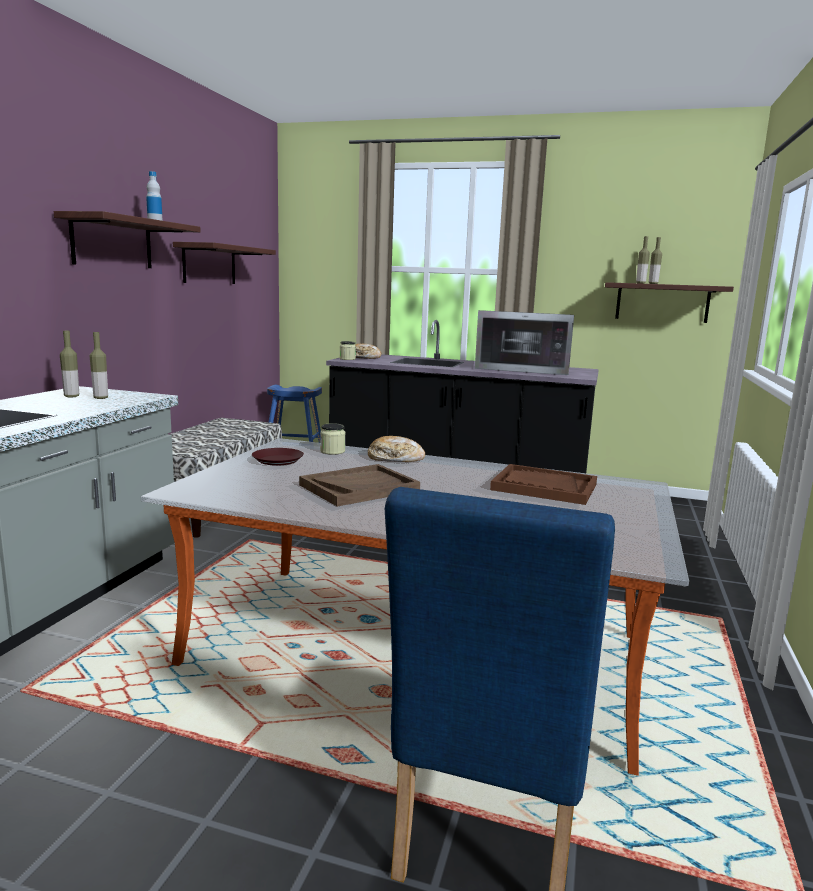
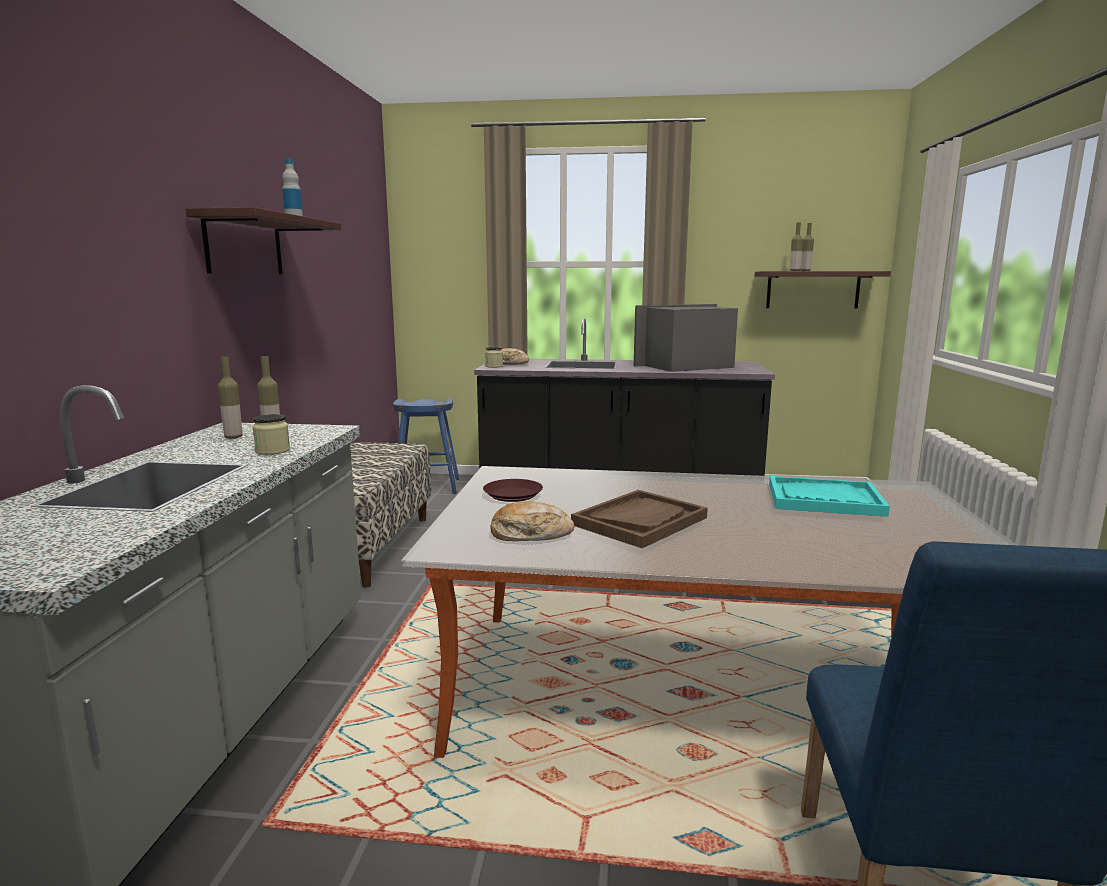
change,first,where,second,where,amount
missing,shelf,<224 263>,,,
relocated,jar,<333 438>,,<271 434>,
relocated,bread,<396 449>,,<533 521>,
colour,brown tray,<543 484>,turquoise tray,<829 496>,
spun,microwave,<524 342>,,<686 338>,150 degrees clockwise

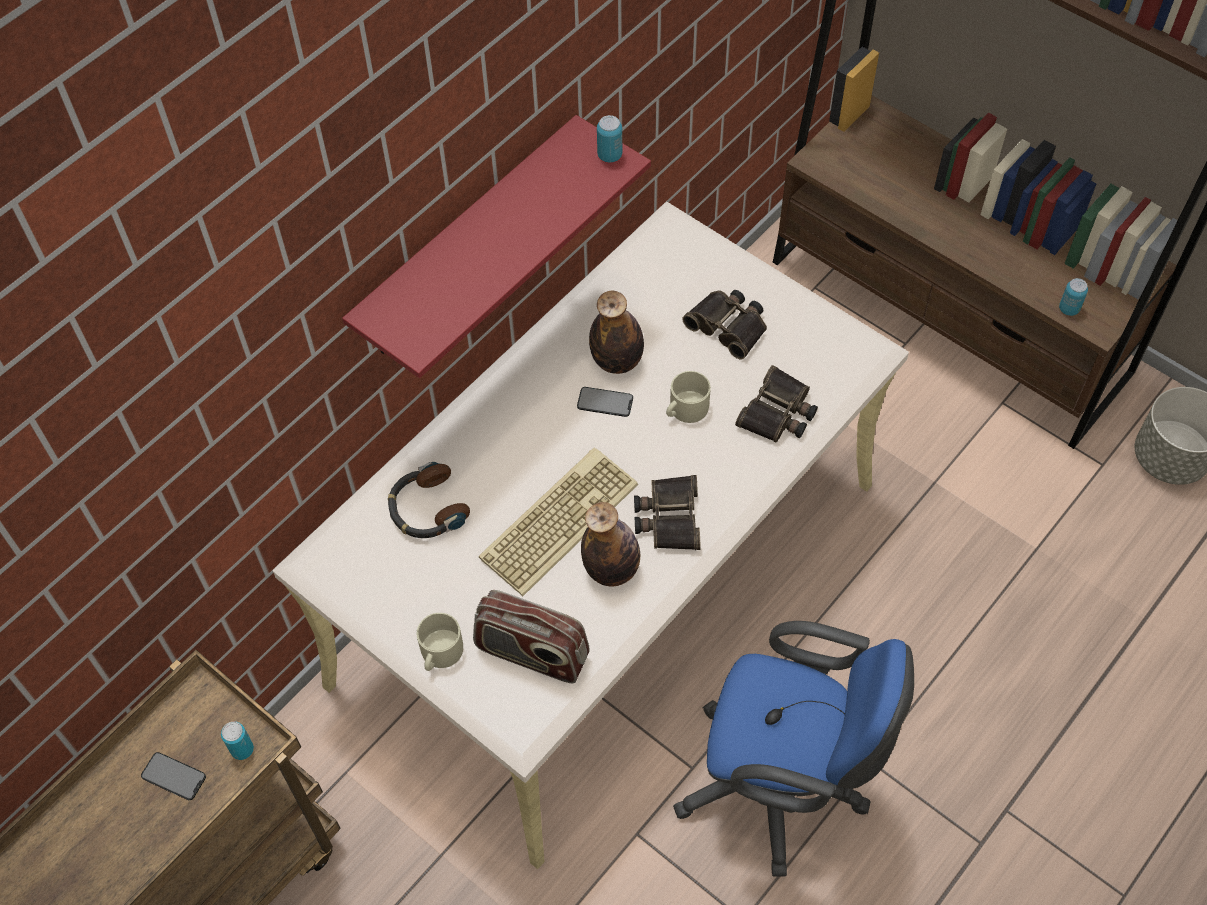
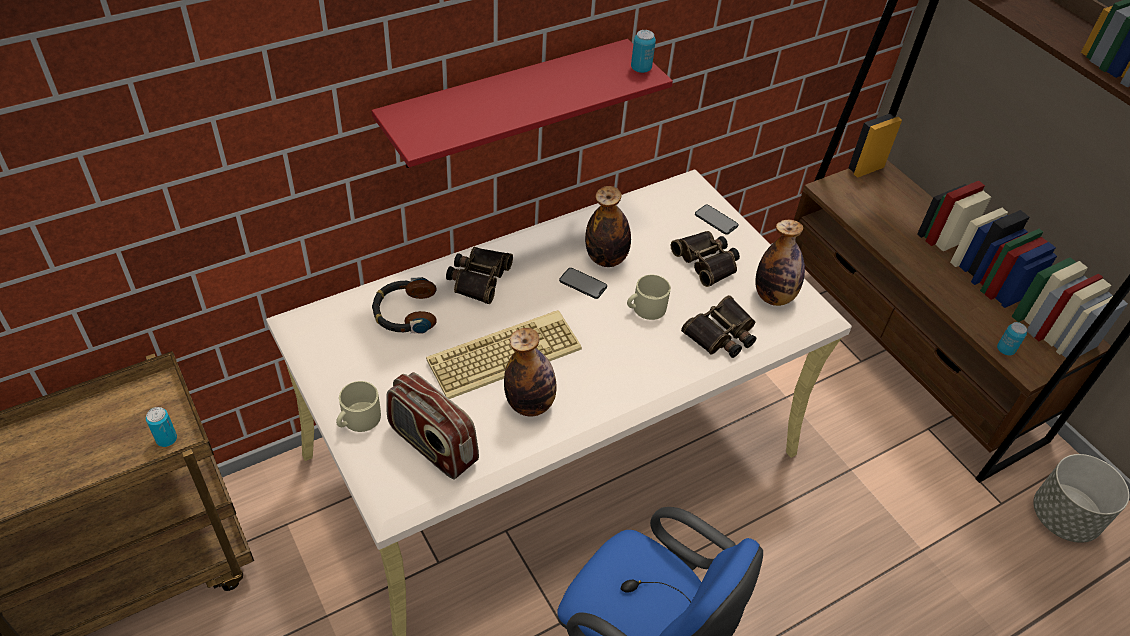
change,first,where,second,where,amount
appeared,,,bottle,<780 263>,
relocated,phone,<173 776>,,<717 220>,
relocated,binoculars,<667 512>,,<479 275>,

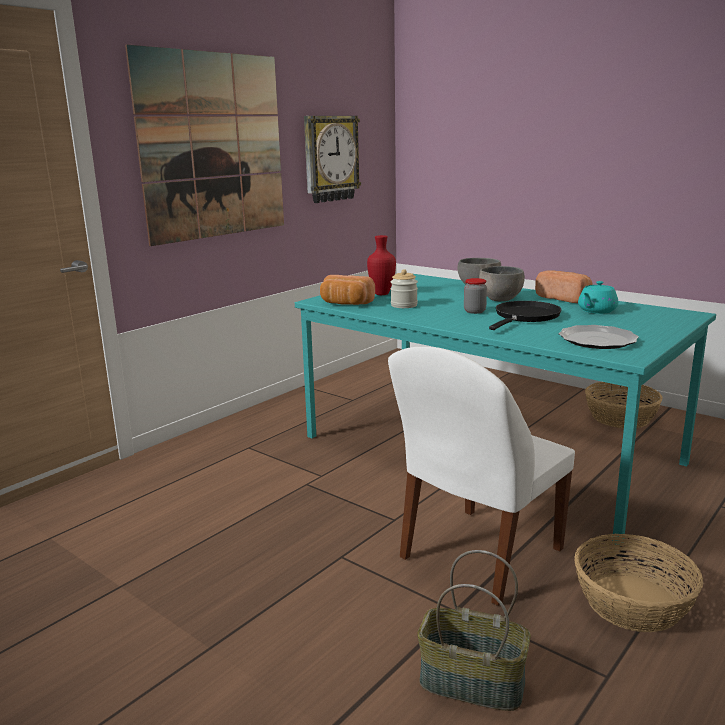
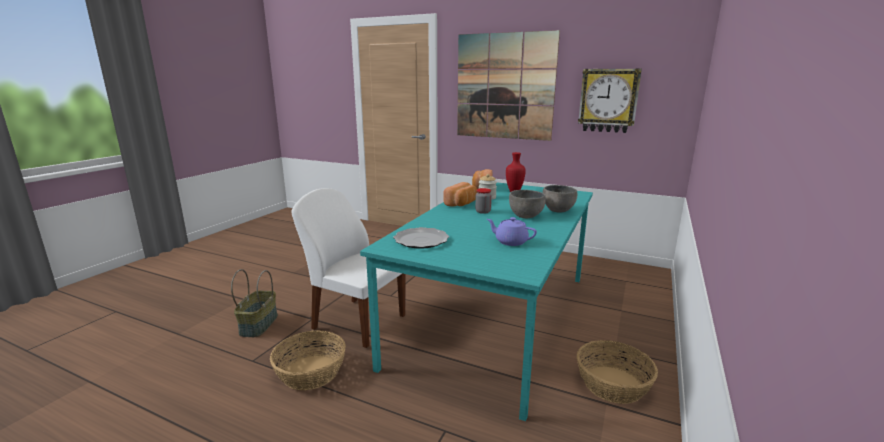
change,first,where,second,where,amount
missing,black frying pan,<525 315>,,,
relocated,bread,<564 286>,,<460 194>,
colour,turquoise teapot,<598 297>,purple teapot,<512 231>,

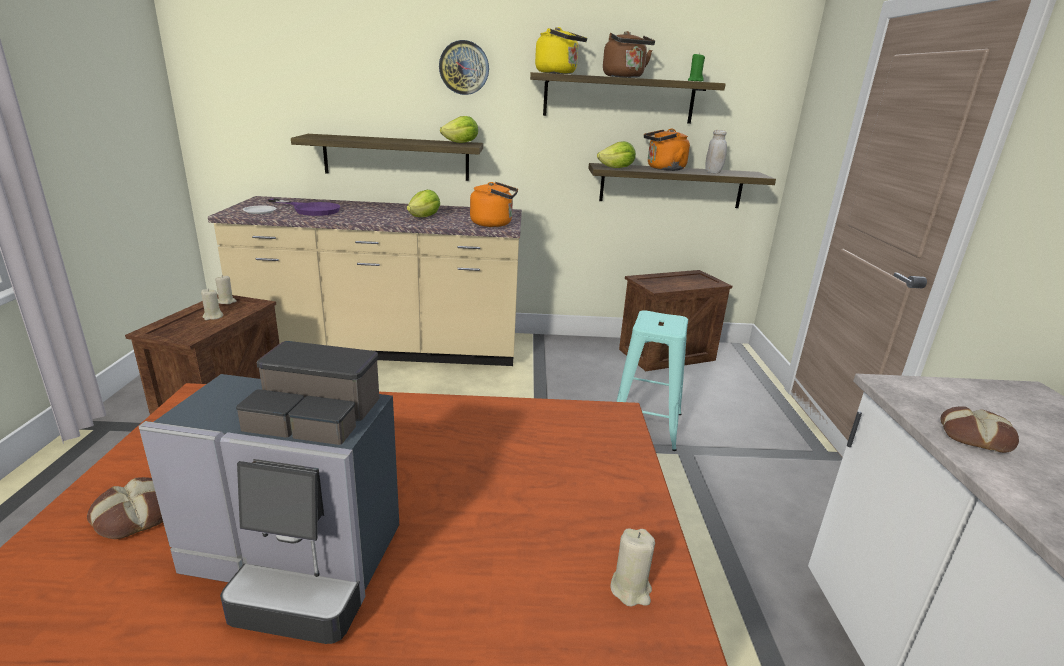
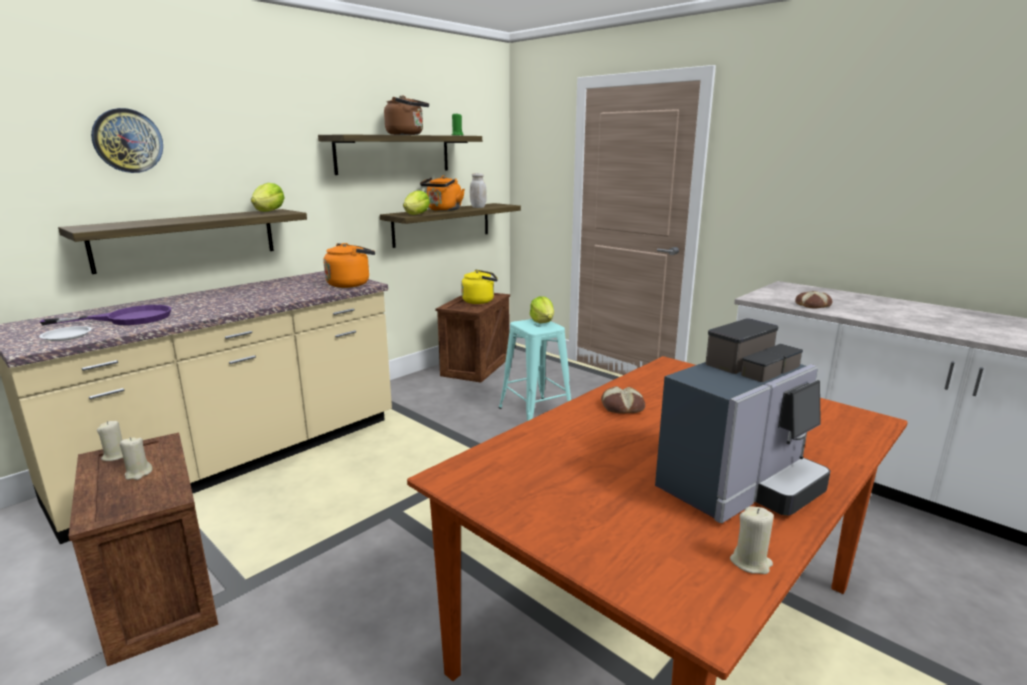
change,first,where,second,where,amount
relocated,bread,<125 508>,,<623 400>,
relocated,lettuce,<423 203>,,<542 309>,
relocated,wall clock,<464 67>,,<127 140>,
relocated,yellow kettle,<561 50>,,<479 287>,
relocated,beige candle,<632 567>,,<752 540>,

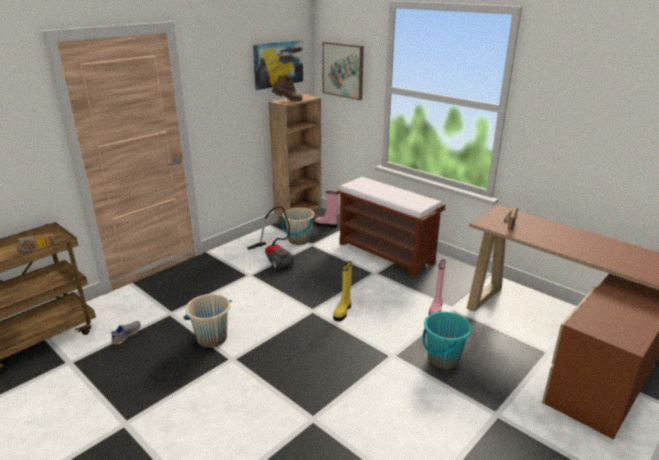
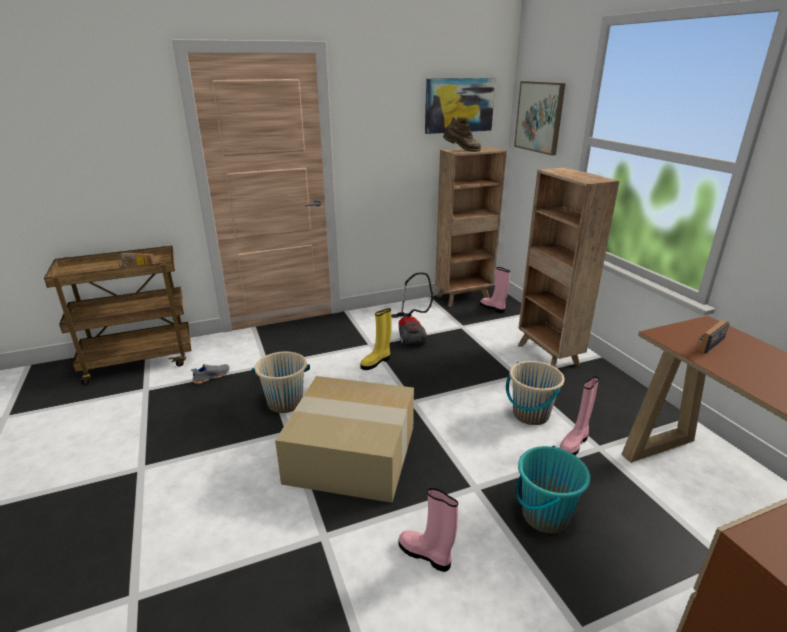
change,first,where,second,where,amount
appeared,,,cardboard box,<344 439>,
appeared,,,pink boot,<428 530>,
relocated,beige bucket,<298 226>,,<535 393>,
relocated,yellow boot,<342 291>,,<376 339>,
exchanged,brown bench,<391 226>,brown bookcase,<568 267>,

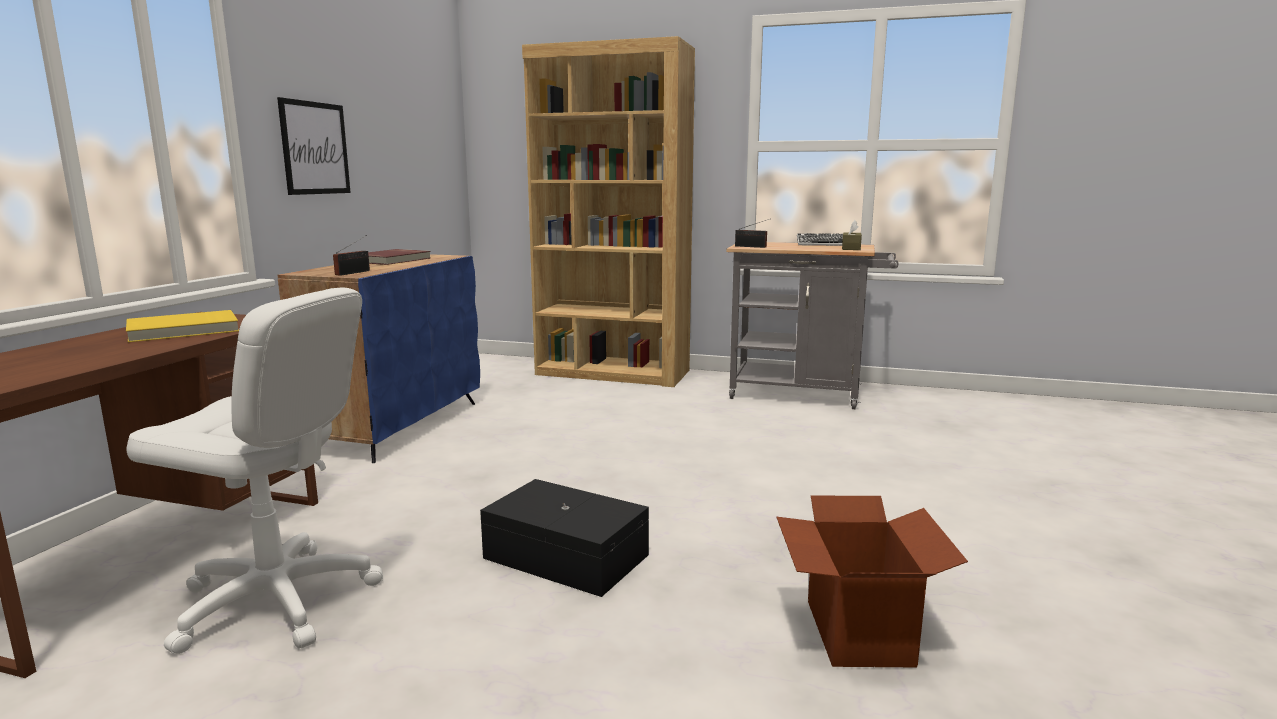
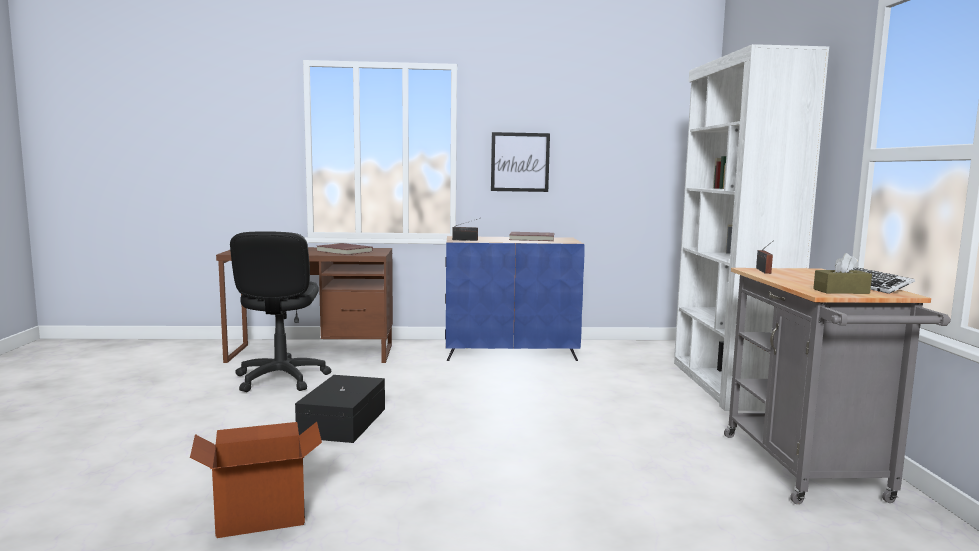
change,first,where,second,where,amount
colour,yellow book,<182 326>,red book,<345 249>,
colour,white office chair,<255 470>,black office chair,<280 311>,
colour,brown bookcase,<608 211>,white bookcase,<751 227>,

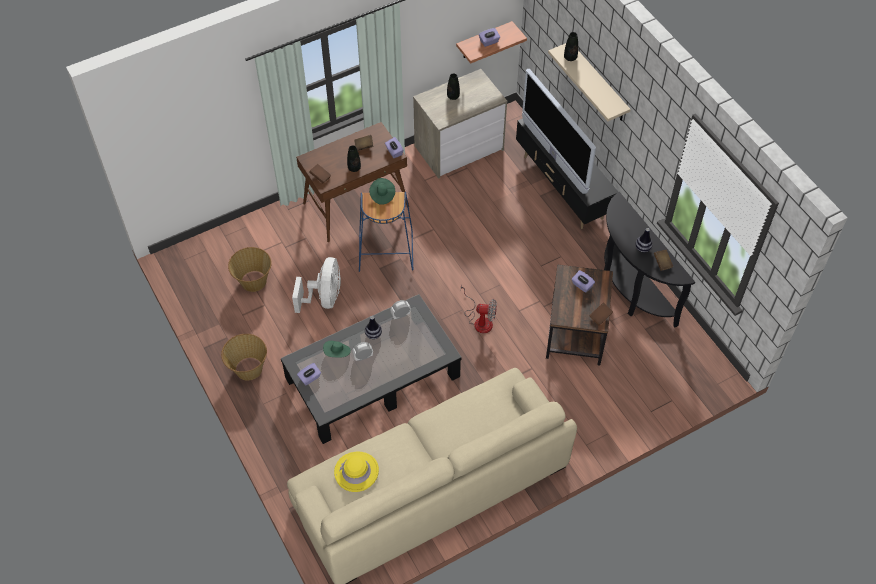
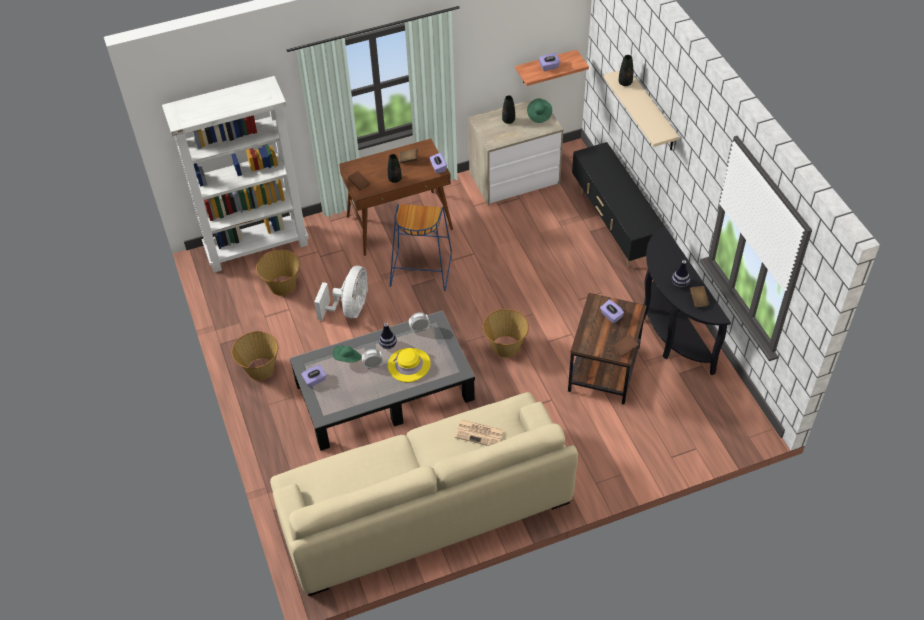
change,first,where,second,where,amount
missing,television,<559 131>,,,
appeared,,,white bookcase,<235 174>,
appeared,,,newspaper,<479 432>,
relocated,yellow hat,<356 472>,,<409 365>,
relocated,green hat,<382 191>,,<539 110>,
exchanged,fan,<479 308>,basket,<506 333>,

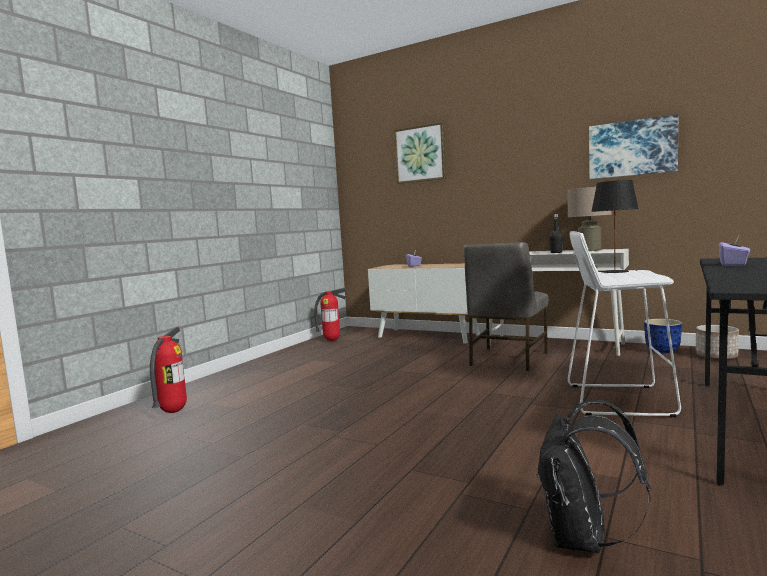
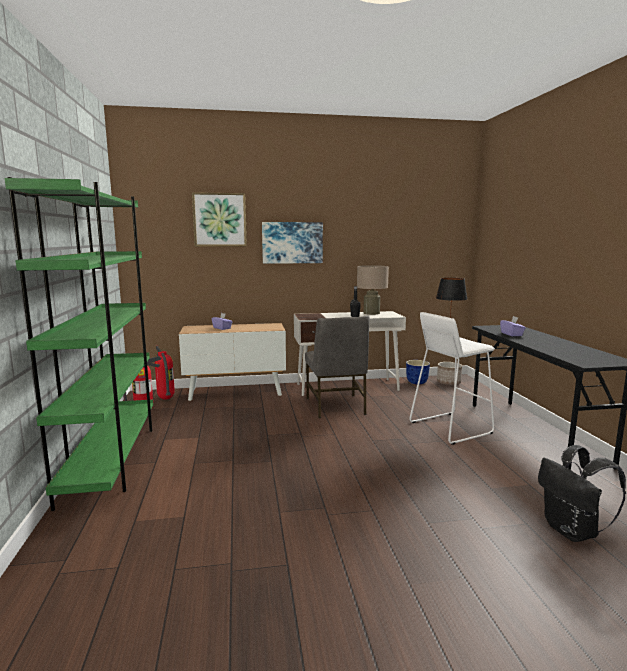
change,first,where,second,where,amount
appeared,,,green bookcase,<78 344>,
relocated,fire extinguisher,<168 370>,,<165 373>,
relocated,picture,<633 146>,,<292 243>,

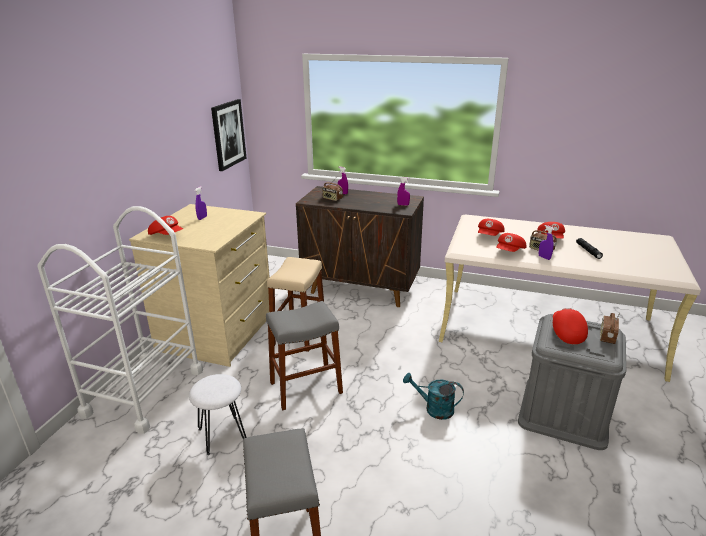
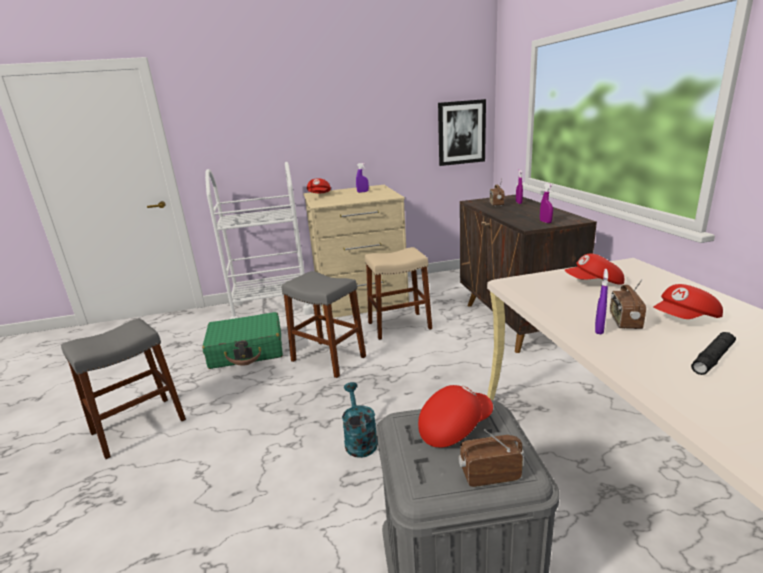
change,first,where,second,where,amount
missing,red cap,<511 242>,,,
exchanged,white stool,<218 414>,green suitcase,<242 340>,

